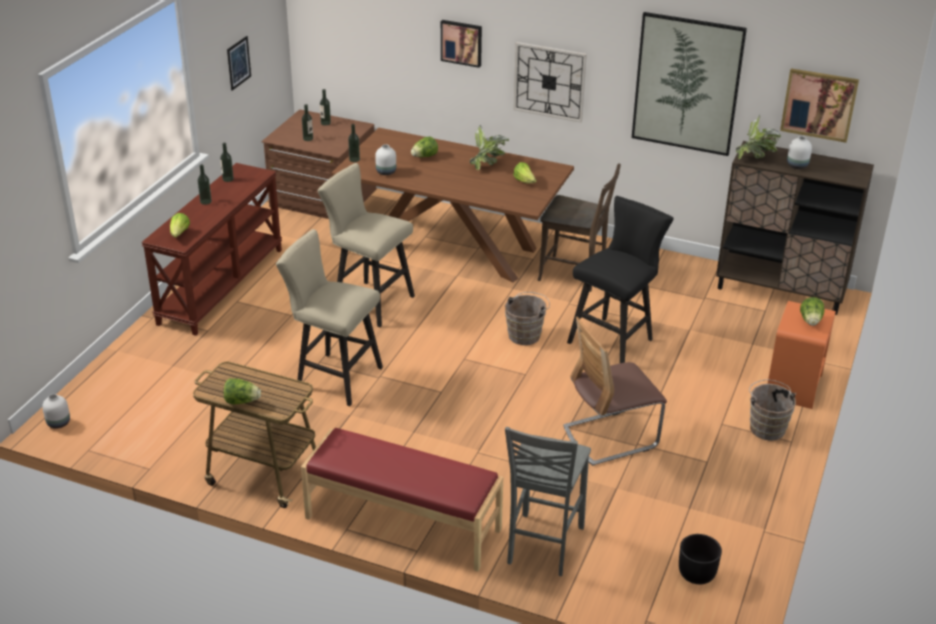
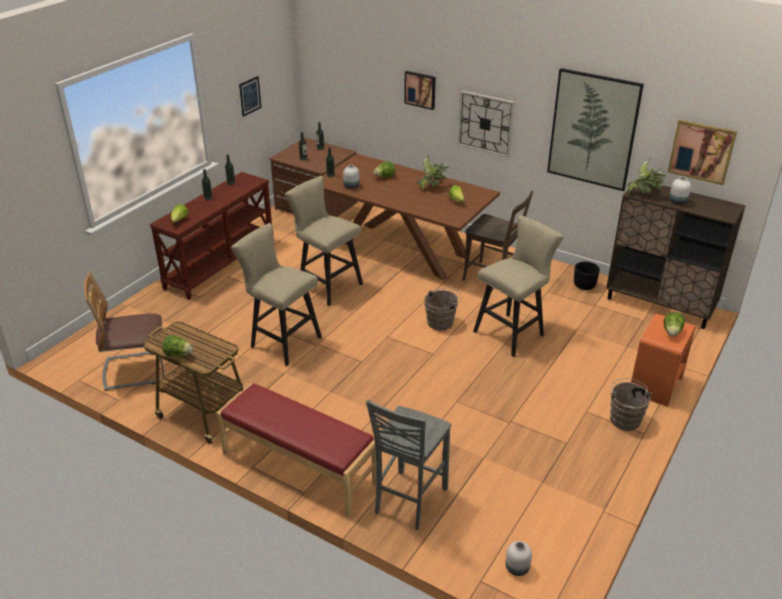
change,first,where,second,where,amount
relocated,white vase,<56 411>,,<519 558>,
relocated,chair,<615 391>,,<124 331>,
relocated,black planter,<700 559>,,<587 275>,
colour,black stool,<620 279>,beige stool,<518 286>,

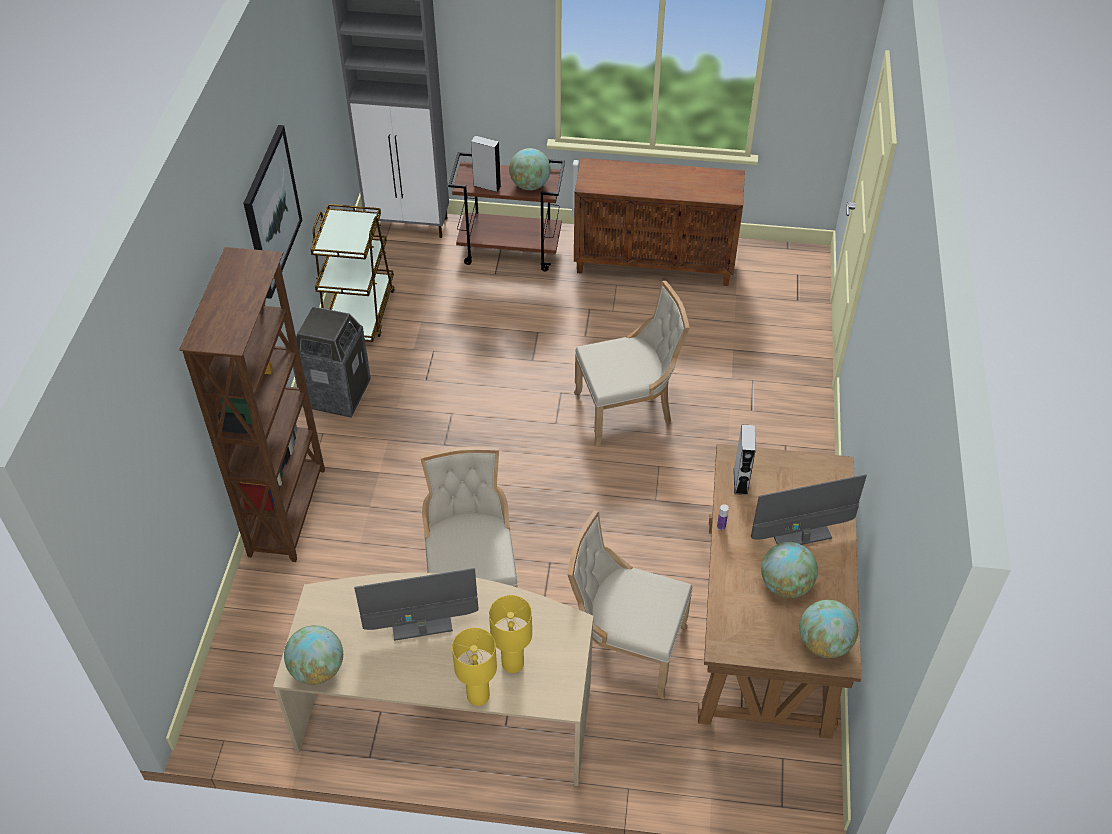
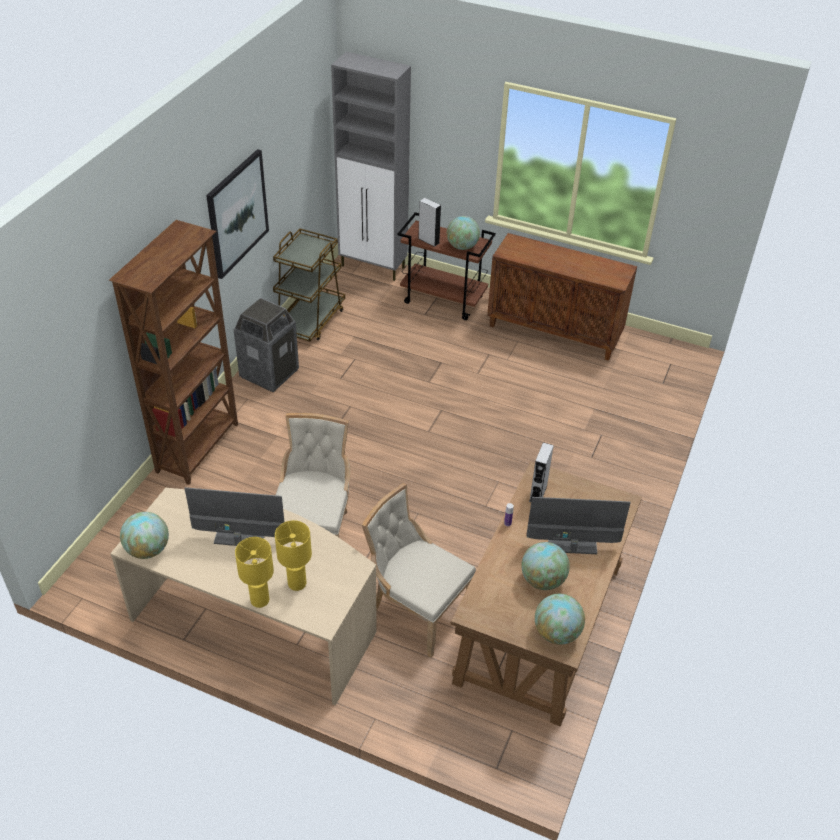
change,first,where,second,where,amount
missing,beige chair,<631 364>,,,

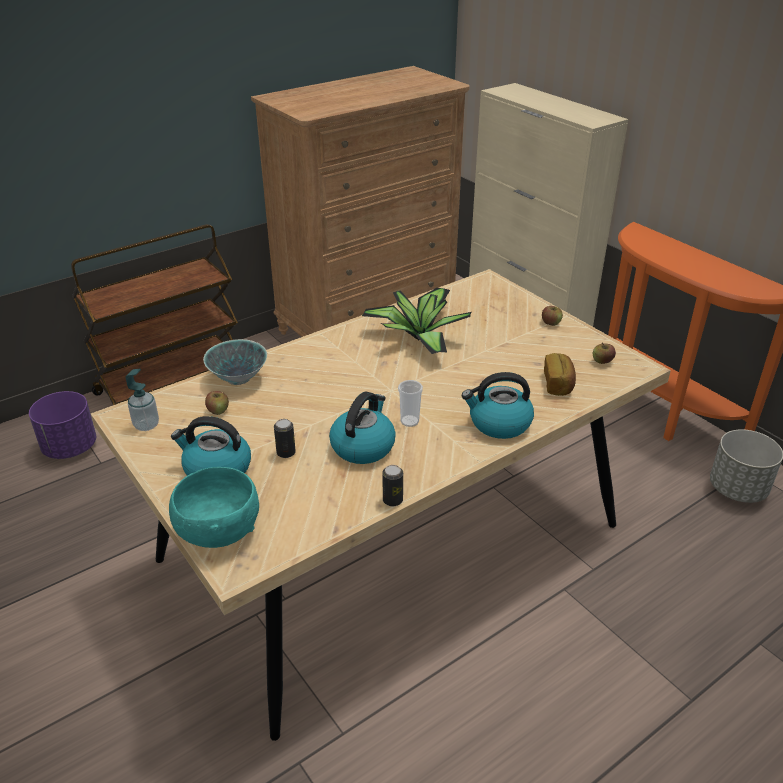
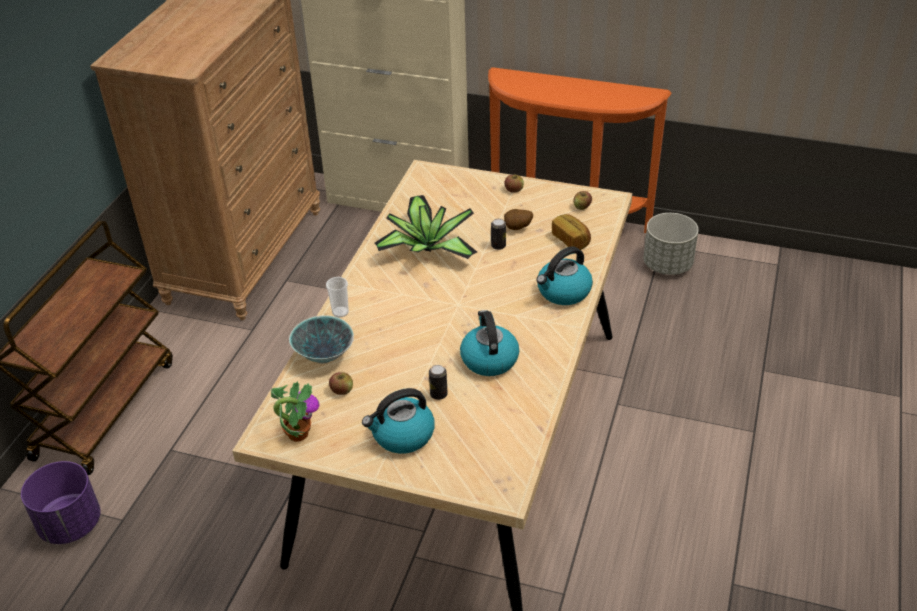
change,first,where,second,where,amount
missing,turquoise bowl,<214 507>,,,
appeared,,,potato,<518 219>,
relocated,can,<393 485>,,<498 234>,
relocated,cup,<410 403>,,<337 297>,
exchanged,soap dispenser,<142 400>,potted plant,<295 411>,

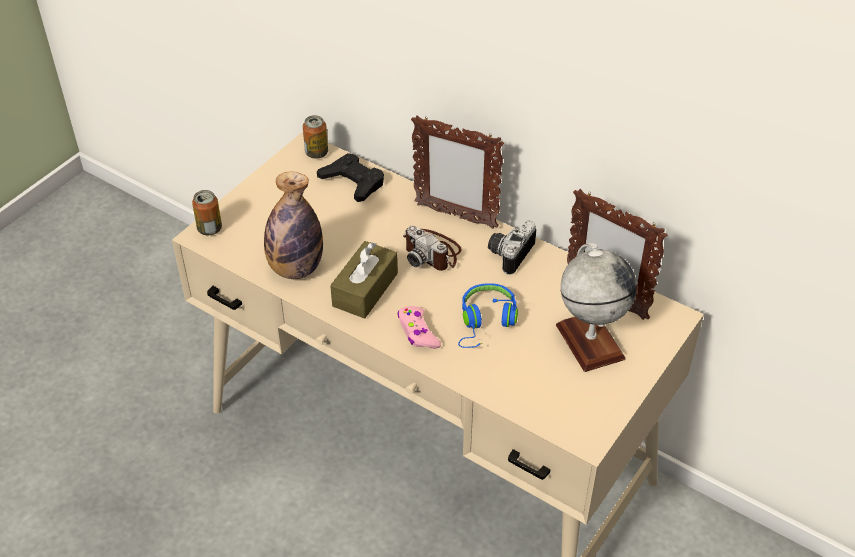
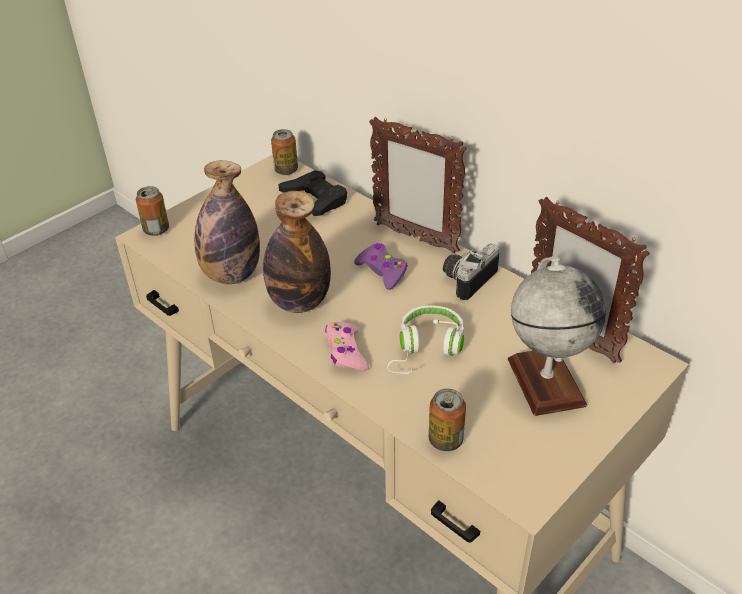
change,first,where,second,where,amount
appeared,,,can,<447 420>,
exchanged,brown tissue box,<364 280>,bottle,<297 252>,
exchanged,photo camera,<432 248>,purple game controller,<381 266>,
colour,blue headphones,<488 315>,white headphones,<425 339>,

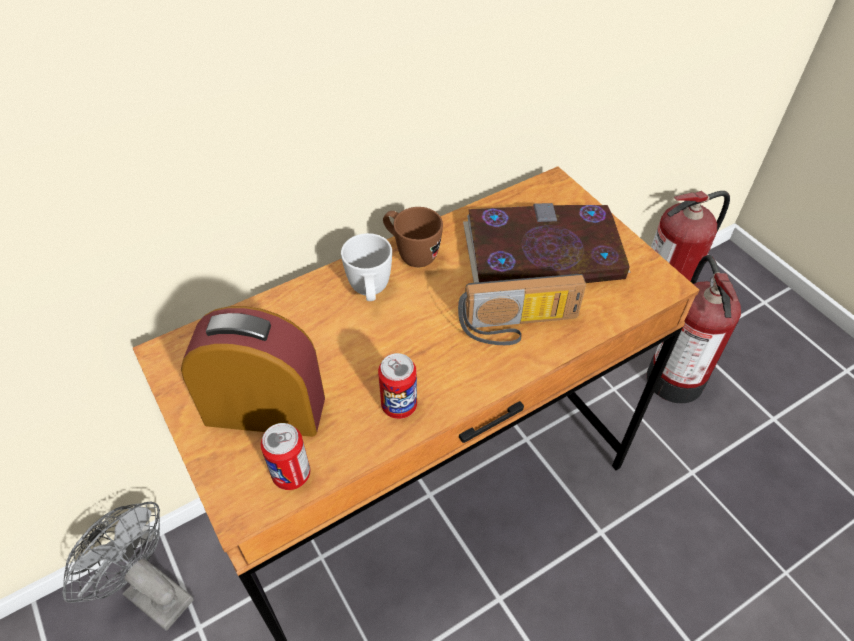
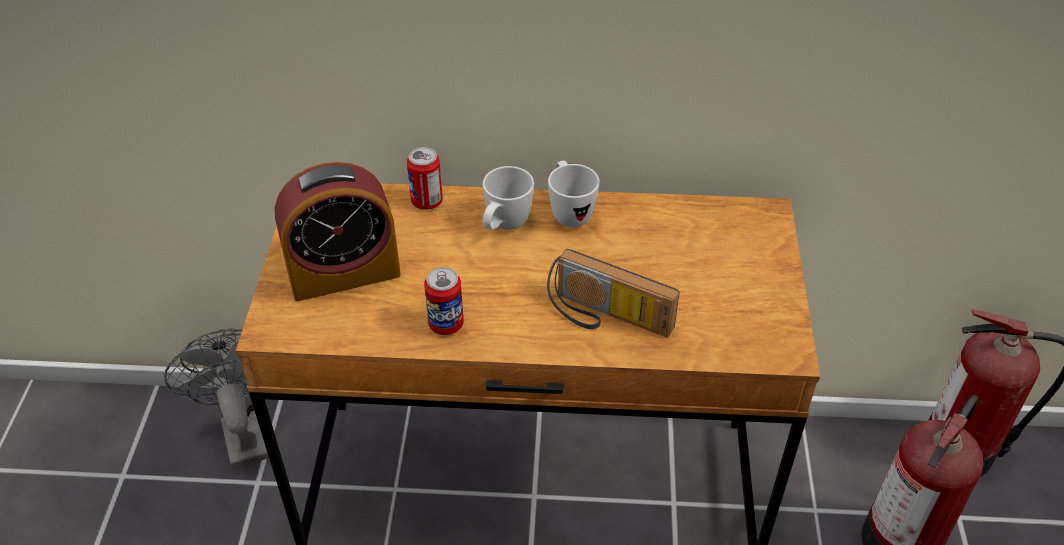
change,first,where,second,where,amount
missing,book,<547 243>,,,
relocated,can,<285 456>,,<425 178>,
colour,brown mug,<413 237>,white mug,<574 194>,
spun,alarm clock,<253 371>,,<338 231>,120 degrees clockwise

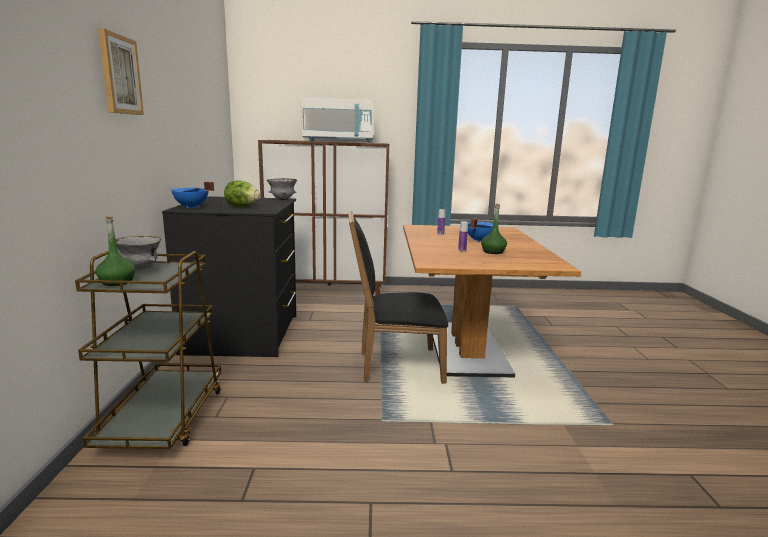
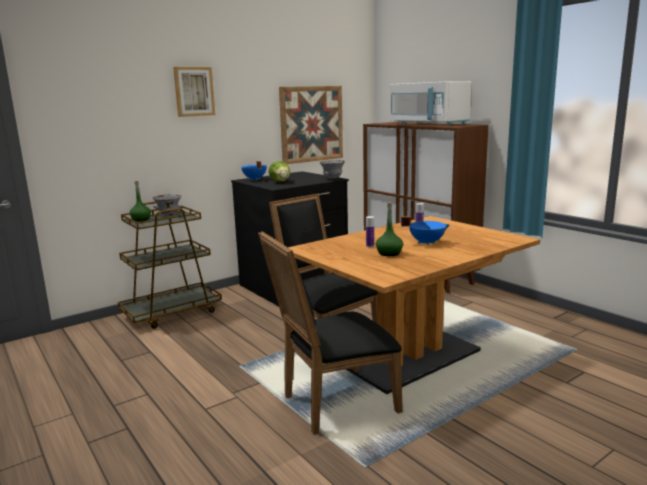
change,first,where,second,where,amount
appeared,,,black chair,<330 333>,
appeared,,,picture,<311 125>,

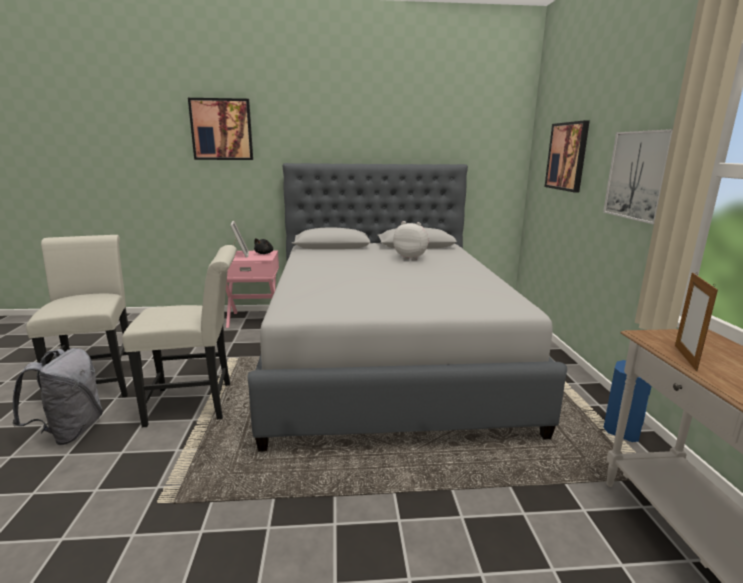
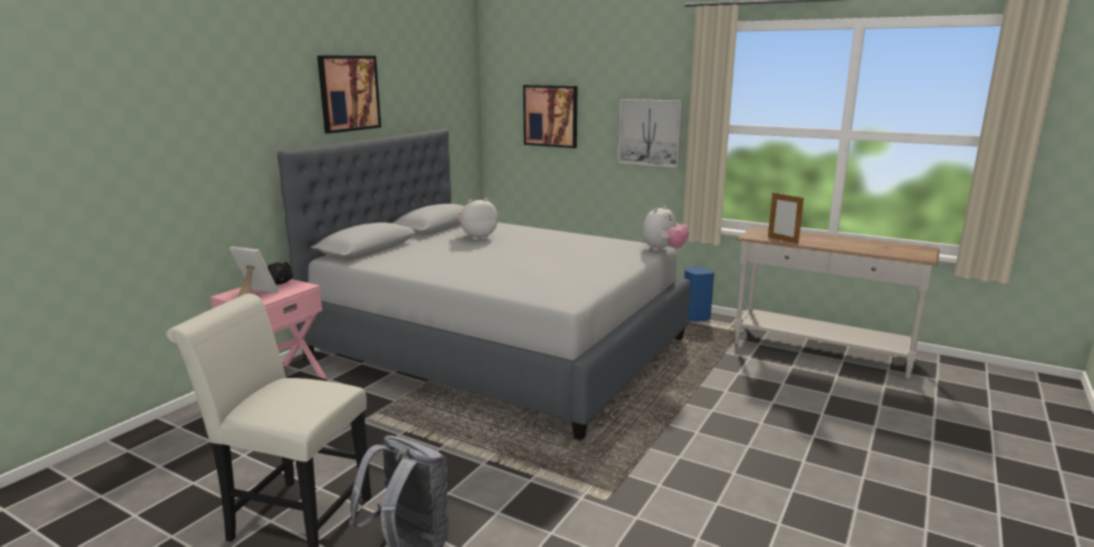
change,first,where,second,where,amount
missing,white chair,<179 336>,,,
appeared,,,plush toy,<665 228>,
relocated,picture,<220 129>,,<349 95>,

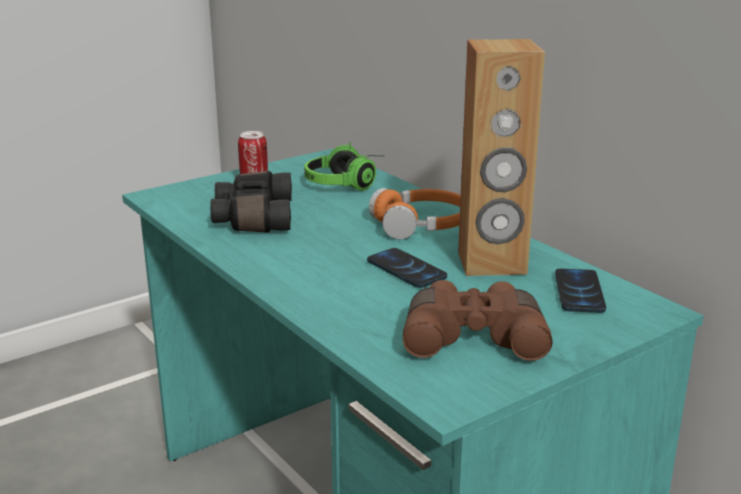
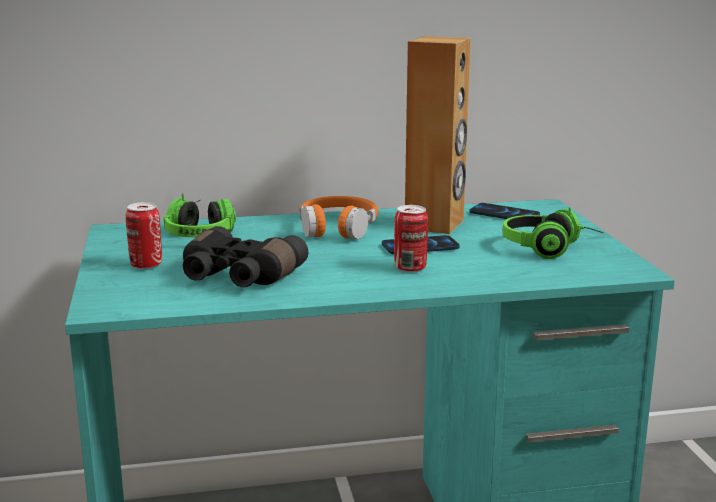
change,first,where,second,where,amount
appeared,,,can,<411 239>,
exchanged,brown binoculars,<477 320>,headphones,<553 233>,

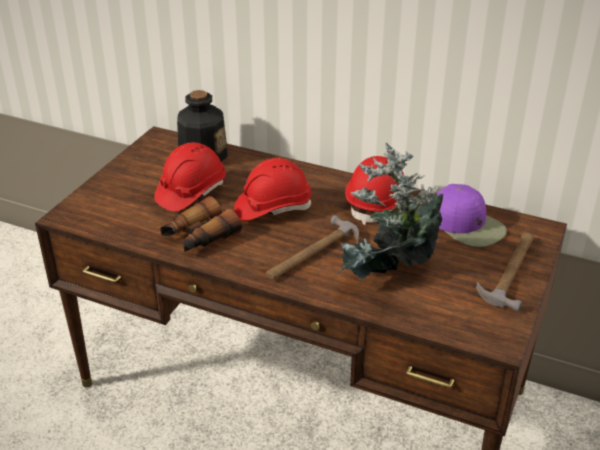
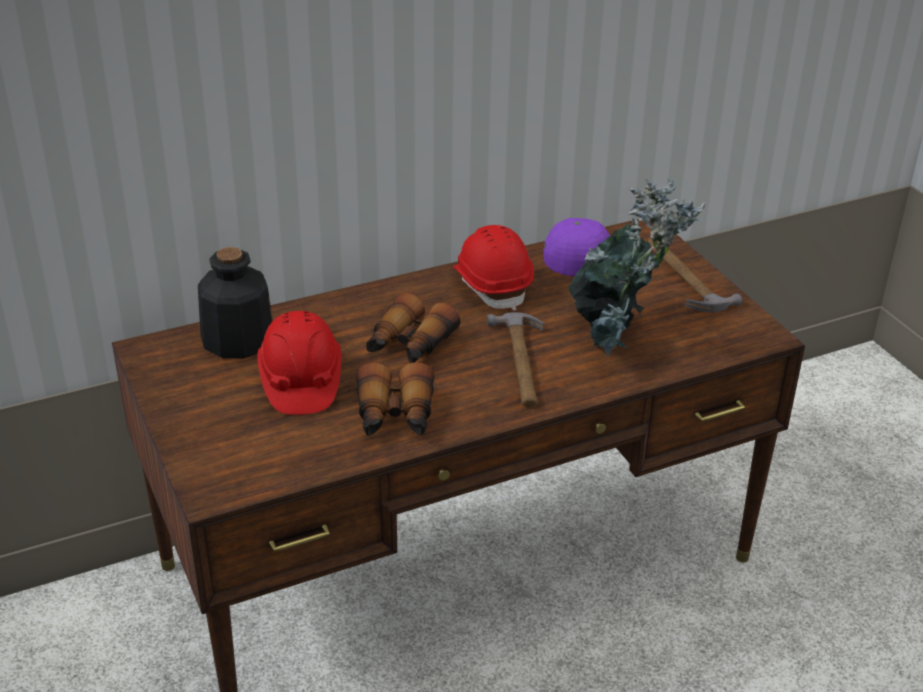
change,first,where,second,where,amount
exchanged,red hard hat,<272 189>,binoculars,<413 328>,

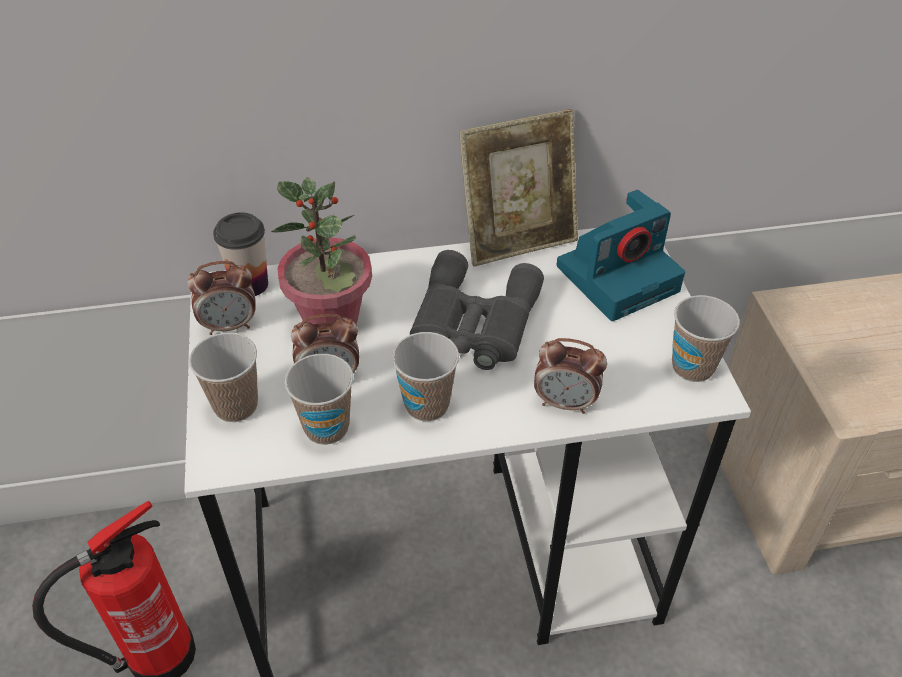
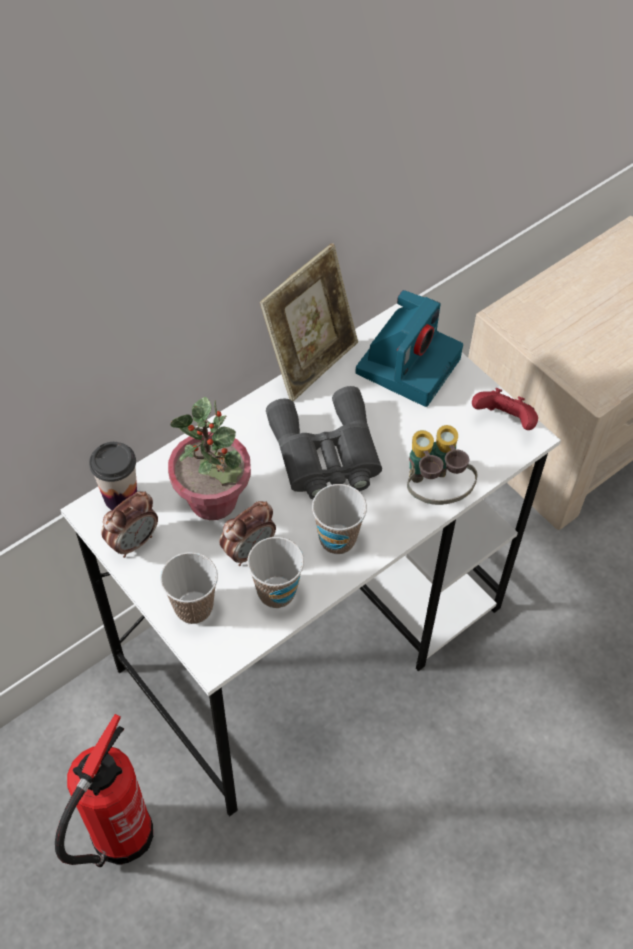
change,first,where,second,where,amount
exchanged,alarm clock,<570 376>,binoculars,<442 465>,
exchanged,cup,<706 338>,red game controller,<505 409>,

